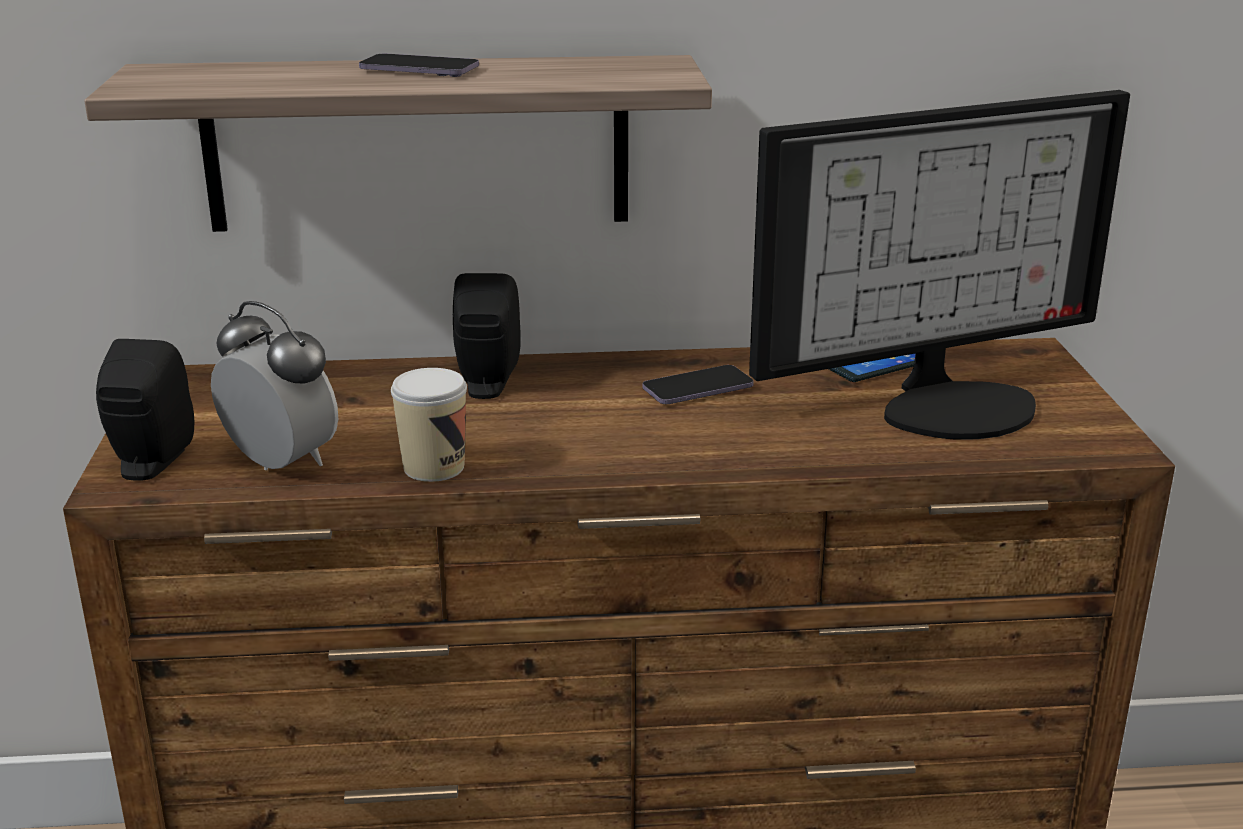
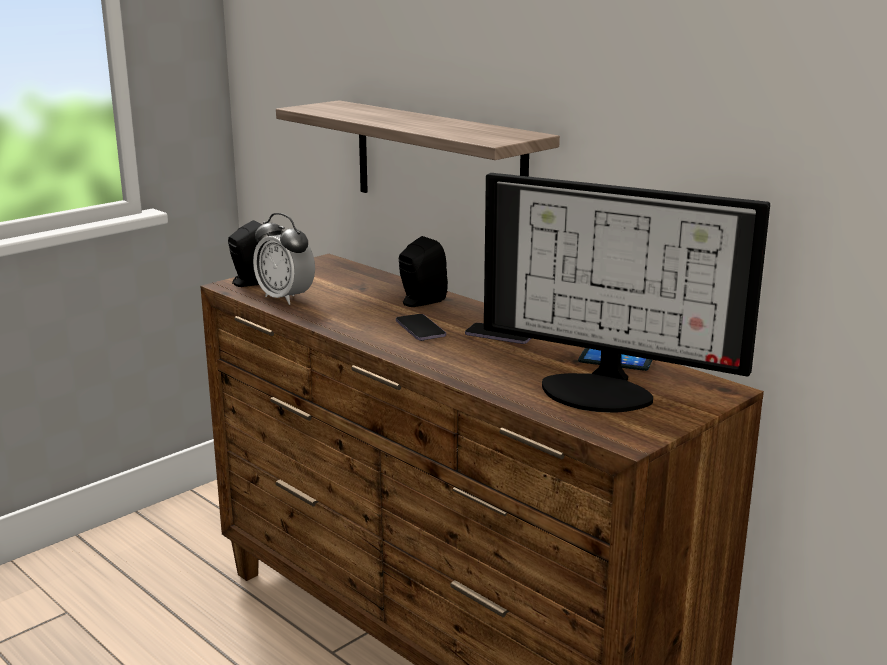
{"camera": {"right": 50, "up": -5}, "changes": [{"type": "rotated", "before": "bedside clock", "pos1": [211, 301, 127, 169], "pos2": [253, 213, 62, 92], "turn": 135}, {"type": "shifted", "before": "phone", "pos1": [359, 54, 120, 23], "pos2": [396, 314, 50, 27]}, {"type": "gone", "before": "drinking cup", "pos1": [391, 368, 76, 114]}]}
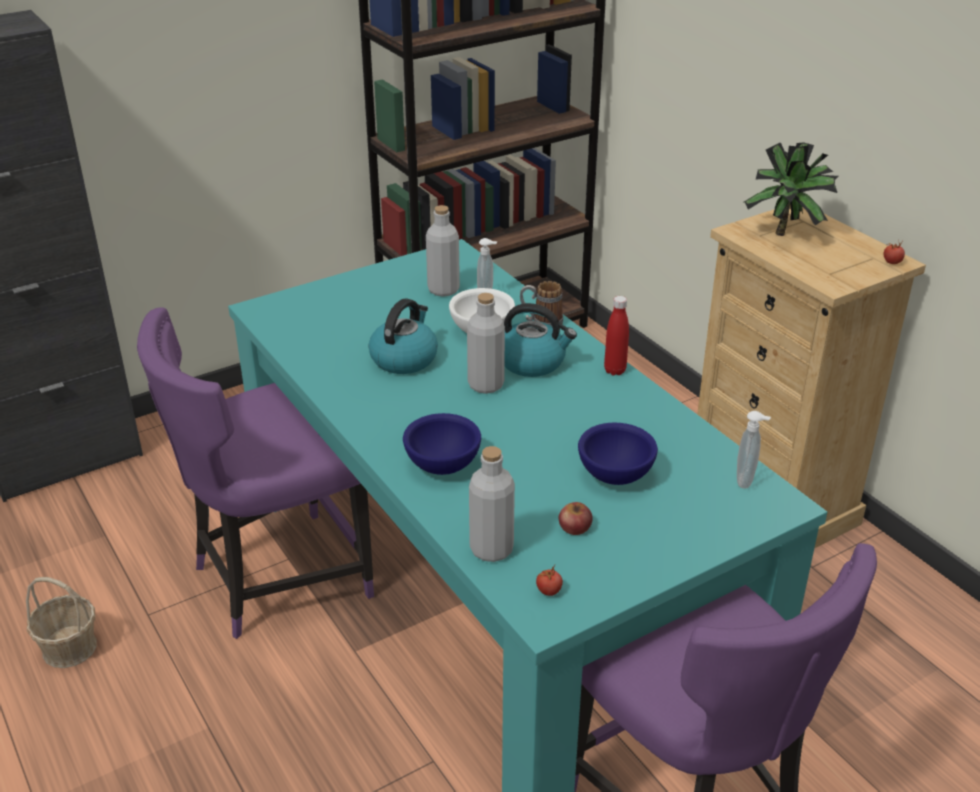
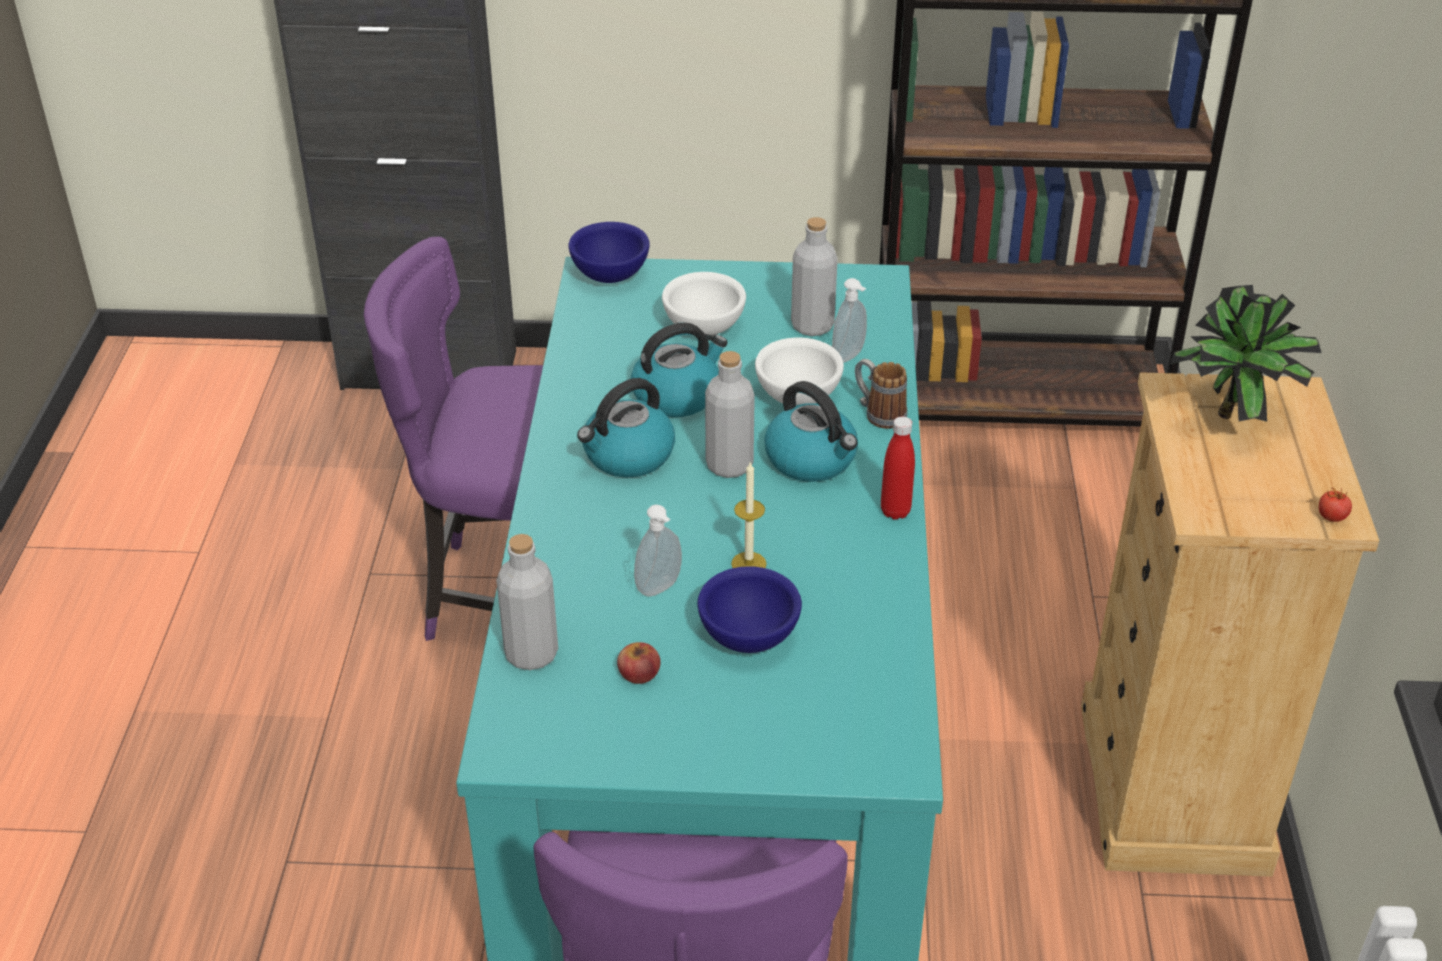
{"camera": {"right": 35, "up": 5}, "changes": [{"type": "shifted", "before": "blue deep dish", "pos1": [403, 413, 78, 62], "pos2": [569, 222, 81, 61]}, {"type": "new", "after": "tea kettle", "pos2": [577, 378, 98, 99]}, {"type": "shifted", "before": "soap bottle", "pos1": [737, 411, 34, 78], "pos2": [634, 505, 48, 92]}, {"type": "new", "after": "white-coloured deep dish", "pos2": [662, 272, 84, 63]}, {"type": "new", "after": "candle", "pos2": [731, 462, 36, 106]}, {"type": "gone", "before": "basket", "pos1": [26, 577, 71, 91]}, {"type": "gone", "before": "tomato", "pos1": [536, 565, 27, 31]}]}
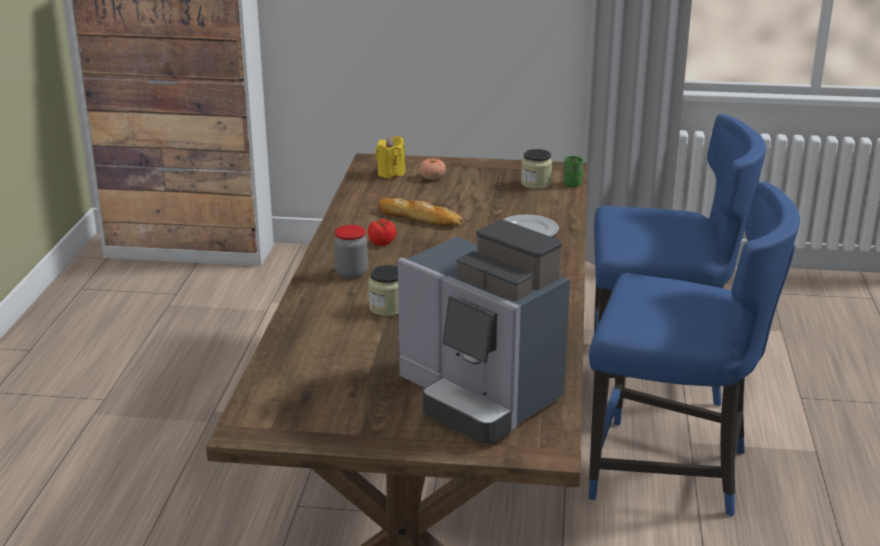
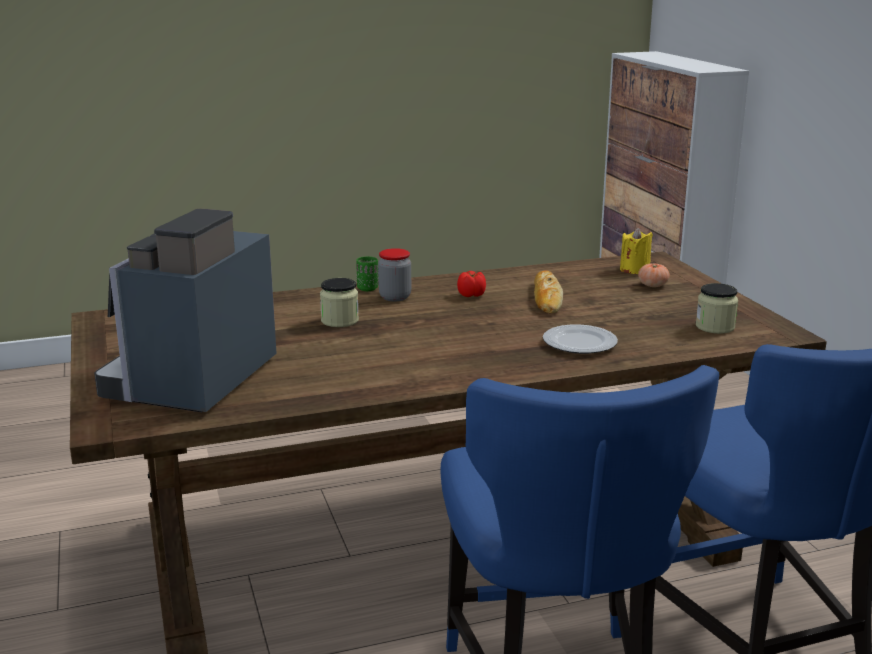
{"camera": {"right": 65, "up": -5}, "changes": [{"type": "shifted", "before": "green drinking cup", "pos1": [563, 156, 20, 31], "pos2": [356, 256, 22, 35]}]}
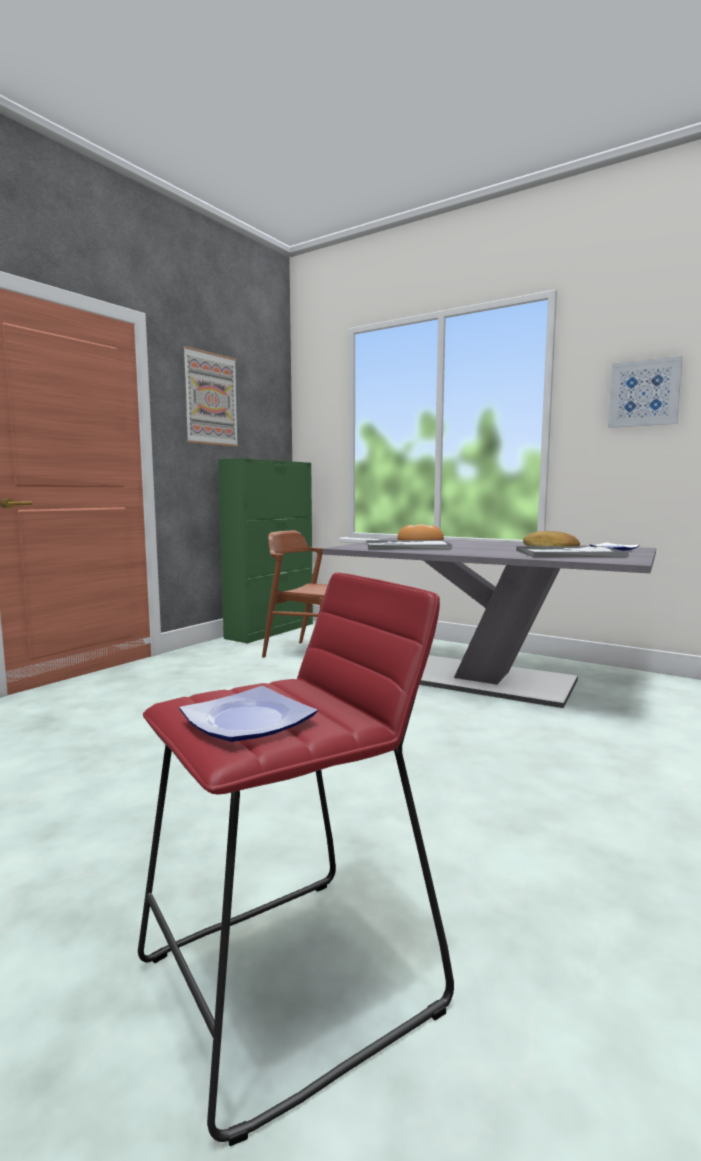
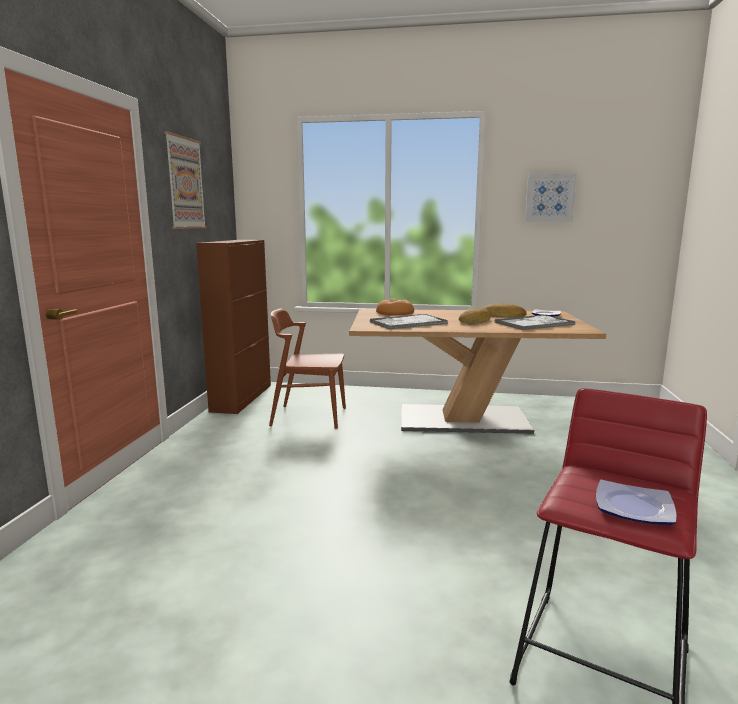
{"camera": {"right": -25, "up": 5}, "changes": [{"type": "repainted", "before": "green cabinet", "after": "brown cabinet", "pos1": [218, 458, 95, 185], "pos2": [196, 240, 75, 174]}, {"type": "repainted", "before": "grey kitchen table", "after": "brown kitchen table", "pos1": [322, 538, 334, 170], "pos2": [349, 309, 257, 125]}, {"type": "new", "after": "bakery bread", "pos2": [459, 307, 31, 17]}]}
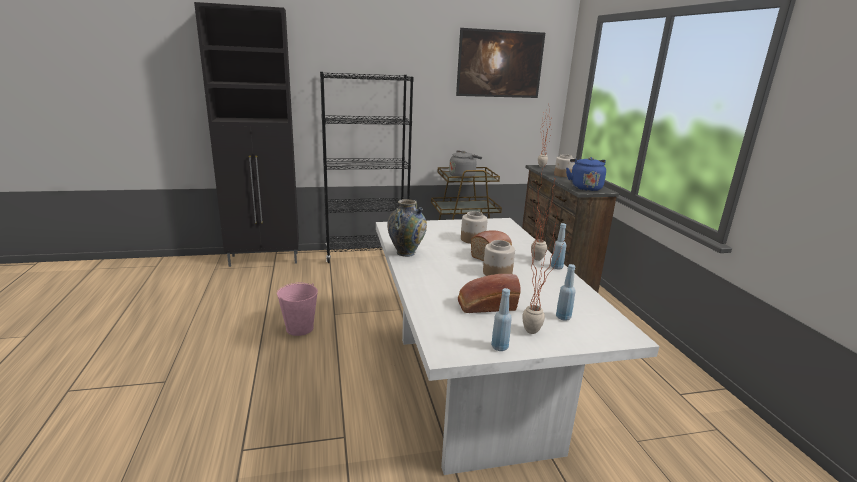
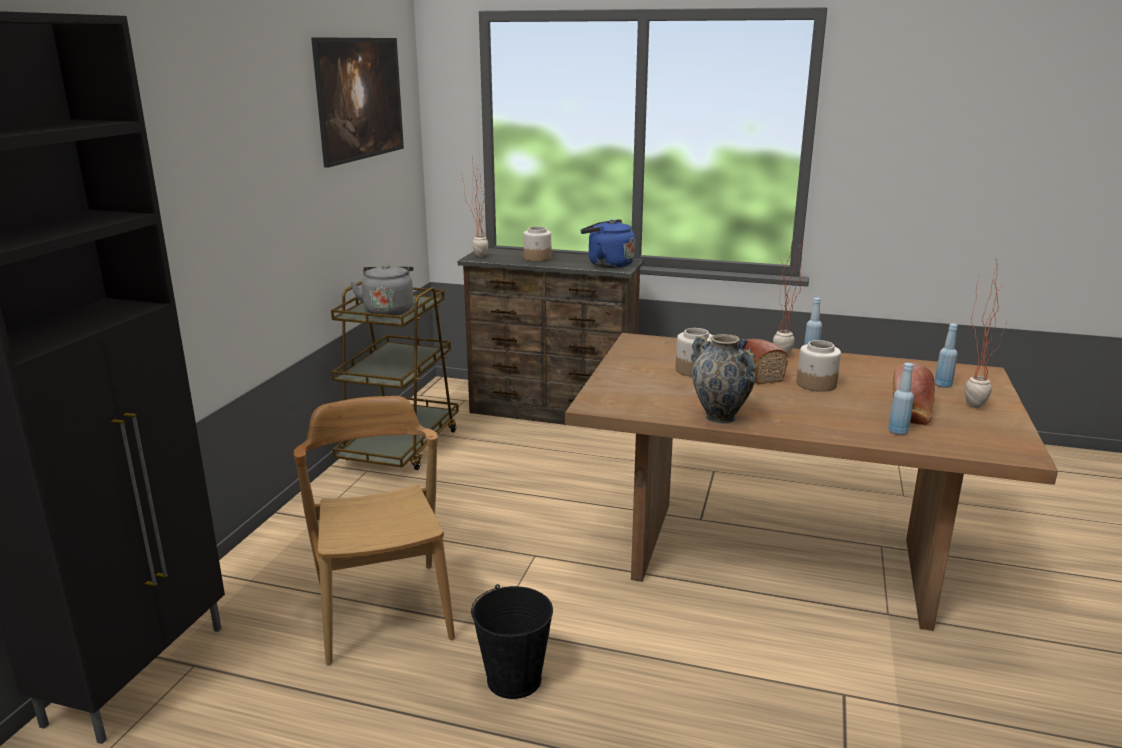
{"camera": {"right": -60, "up": 0}, "changes": [{"type": "new", "after": "brown plain chair", "pos2": [294, 396, 161, 269]}, {"type": "repainted", "before": "pink-coloured bucket", "after": "black bucket", "pos1": [277, 283, 41, 53], "pos2": [471, 584, 82, 115]}, {"type": "repainted", "before": "white-coloured kitchen table", "after": "brown kitchen table", "pos1": [376, 218, 284, 257], "pos2": [565, 333, 493, 298]}, {"type": "shifted", "before": "blue beverage bottle", "pos1": [491, 288, 21, 63], "pos2": [888, 363, 26, 72]}, {"type": "gone", "before": "black bookcase", "pos1": [320, 72, 94, 191]}]}
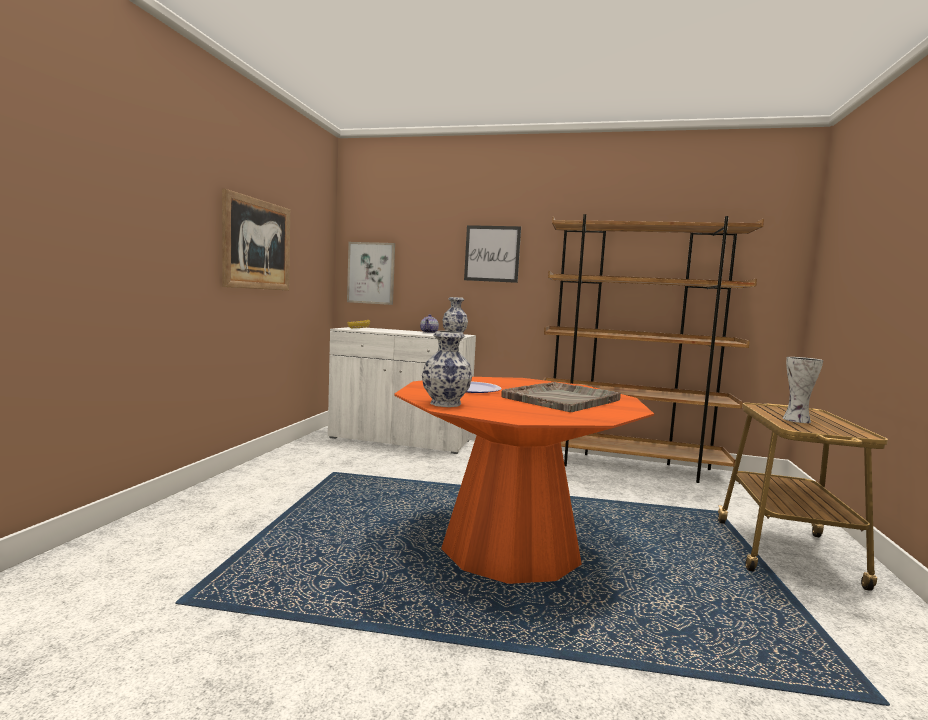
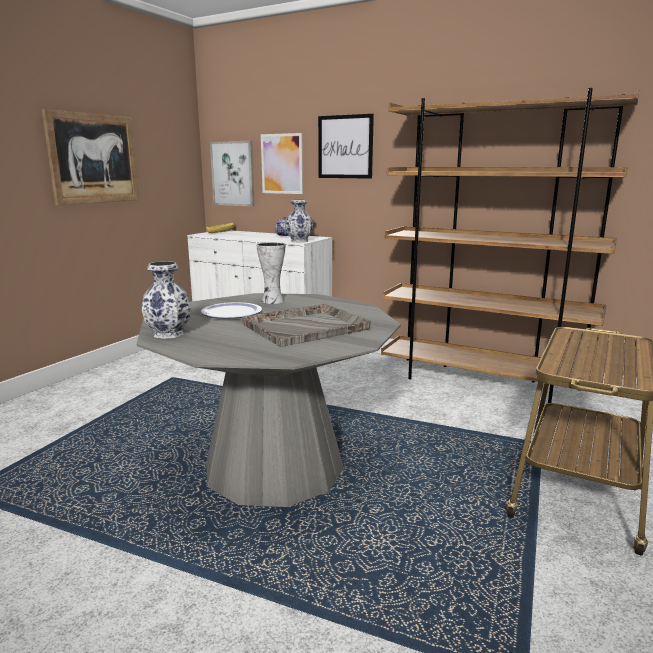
{"camera": {"right": 15, "up": 10}, "changes": [{"type": "repainted", "before": "orange kitchen table", "after": "grey kitchen table", "pos1": [394, 377, 260, 207], "pos2": [137, 293, 264, 214]}, {"type": "shifted", "before": "decorative vase", "pos1": [783, 357, 40, 66], "pos2": [256, 242, 29, 62]}, {"type": "new", "after": "picture", "pos2": [261, 133, 42, 61]}]}
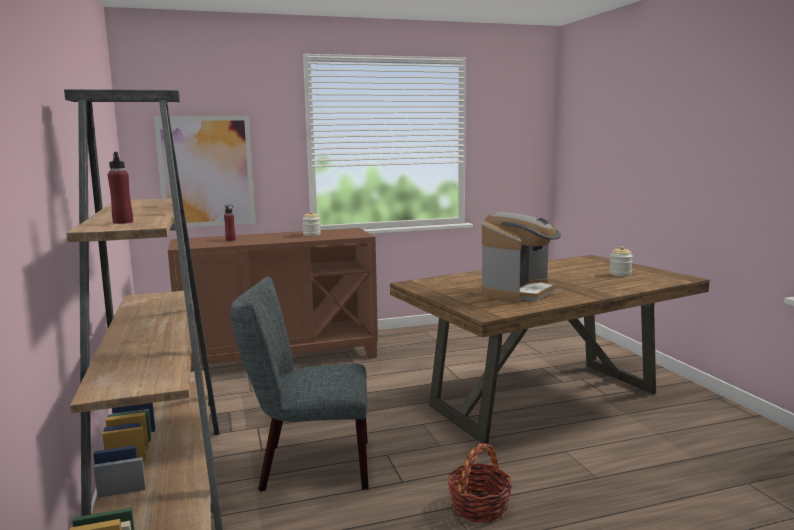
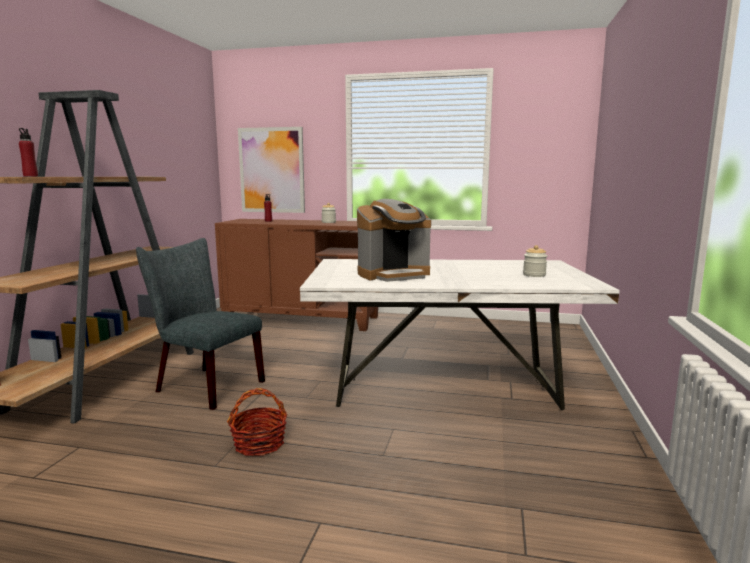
{"camera": {"right": 30, "up": 0}, "changes": [{"type": "repainted", "before": "brown kitchen table", "after": "white-coloured kitchen table", "pos1": [390, 255, 320, 190], "pos2": [300, 259, 320, 151]}]}
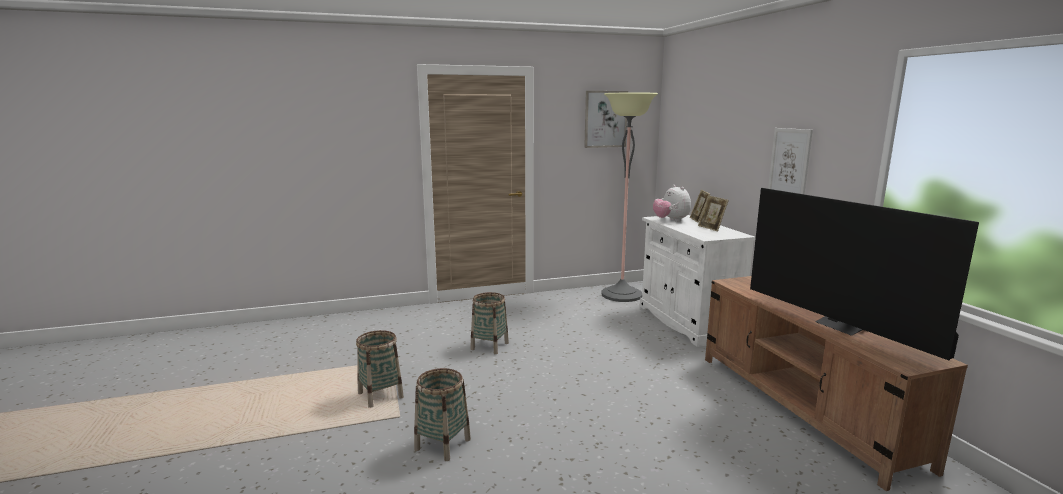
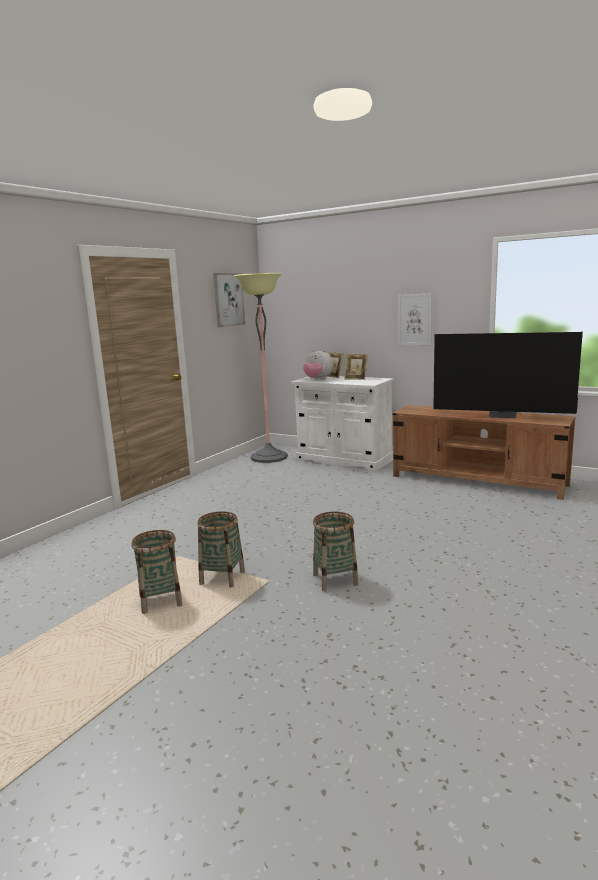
{"camera": {"right": -40, "up": 0}, "changes": [{"type": "shifted", "before": "basket", "pos1": [470, 292, 39, 62], "pos2": [131, 530, 52, 84]}]}
